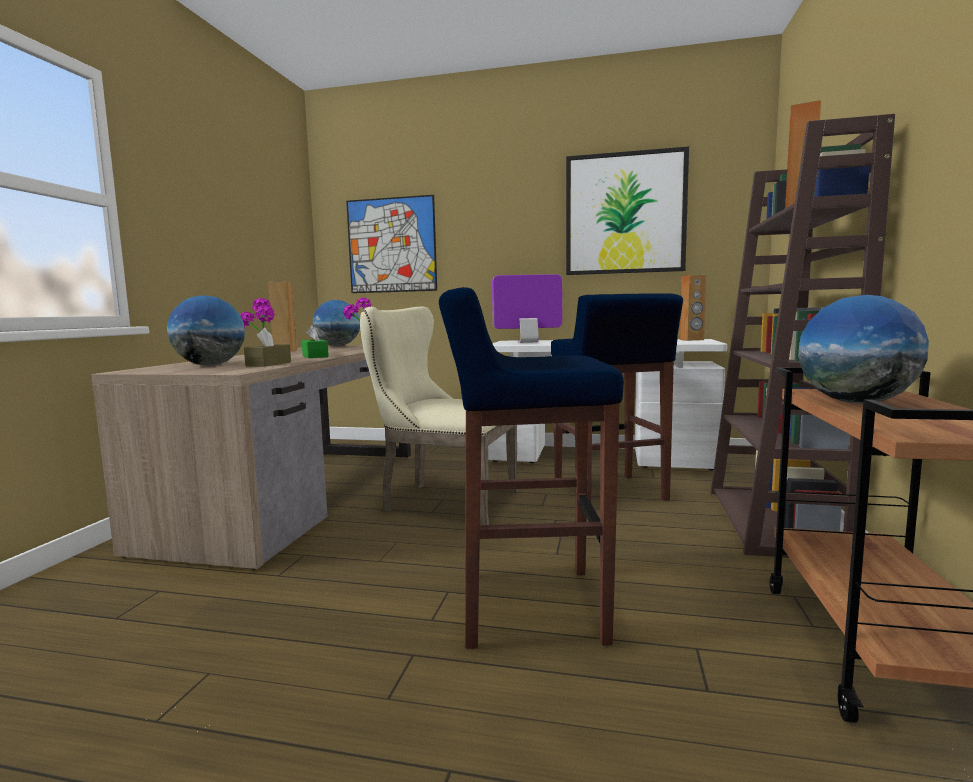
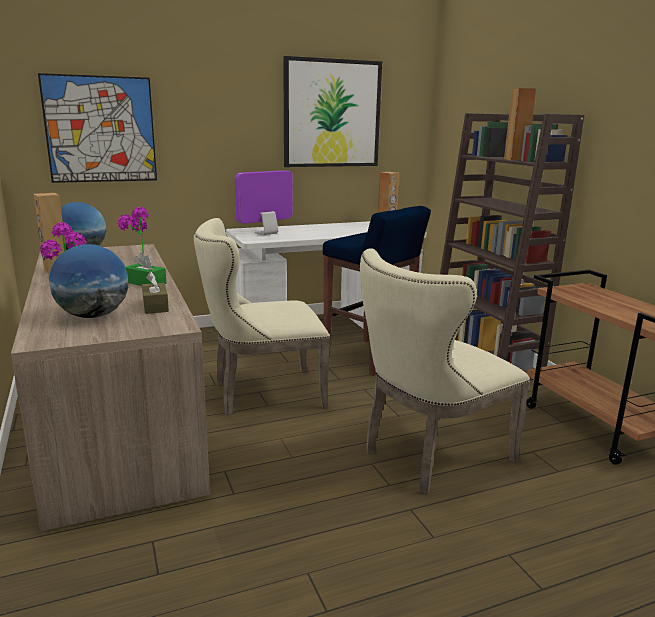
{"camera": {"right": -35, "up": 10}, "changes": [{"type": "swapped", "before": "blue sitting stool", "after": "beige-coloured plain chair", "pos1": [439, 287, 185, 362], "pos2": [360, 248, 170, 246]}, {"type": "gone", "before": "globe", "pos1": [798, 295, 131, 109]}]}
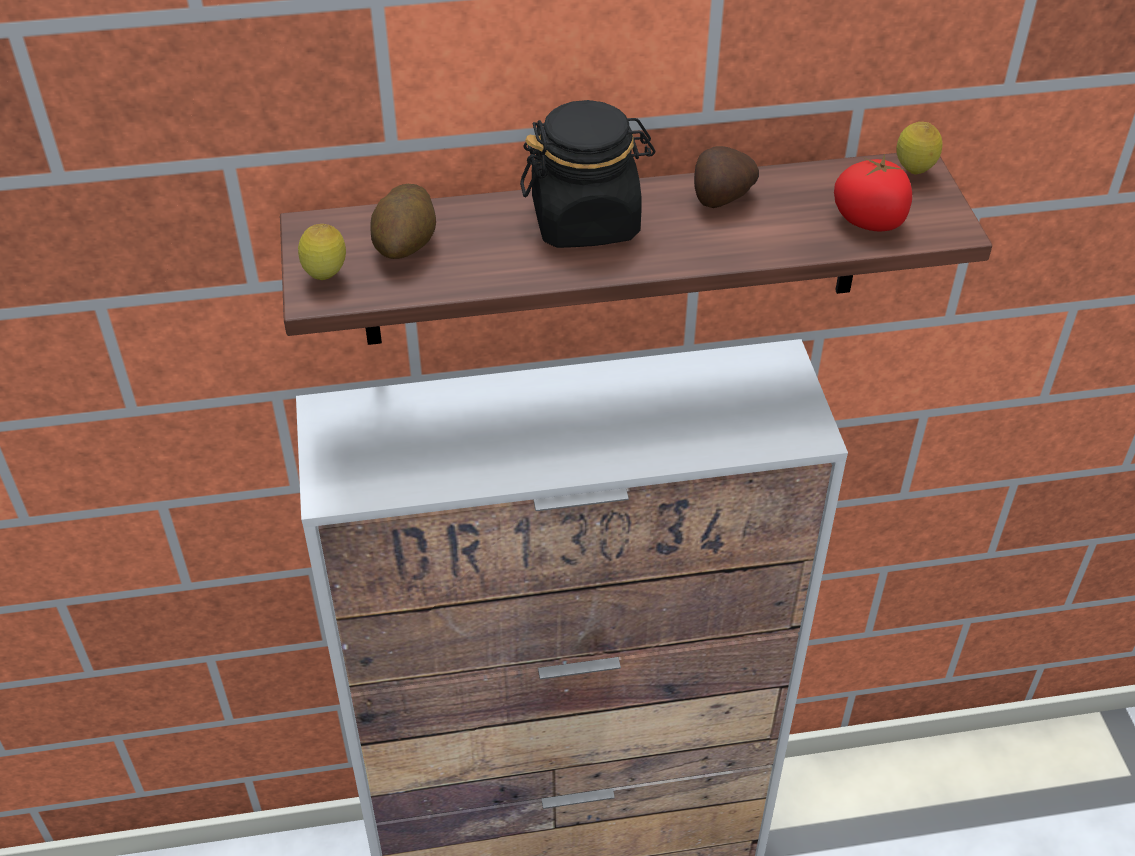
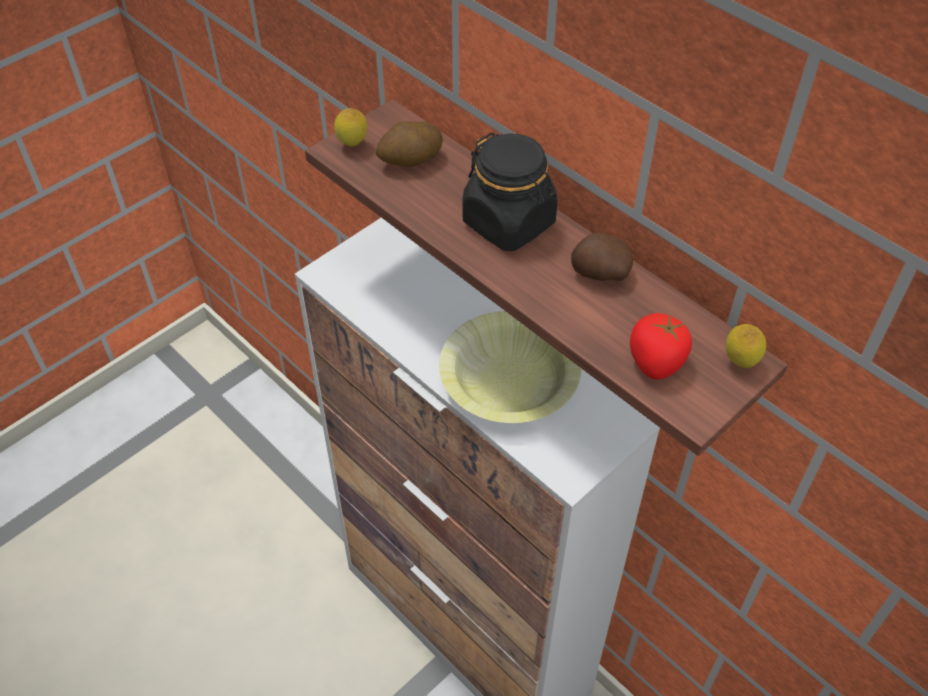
{"camera": {"right": 55, "up": 5}, "changes": [{"type": "new", "after": "yellow deep dish", "pos2": [439, 311, 142, 112]}]}
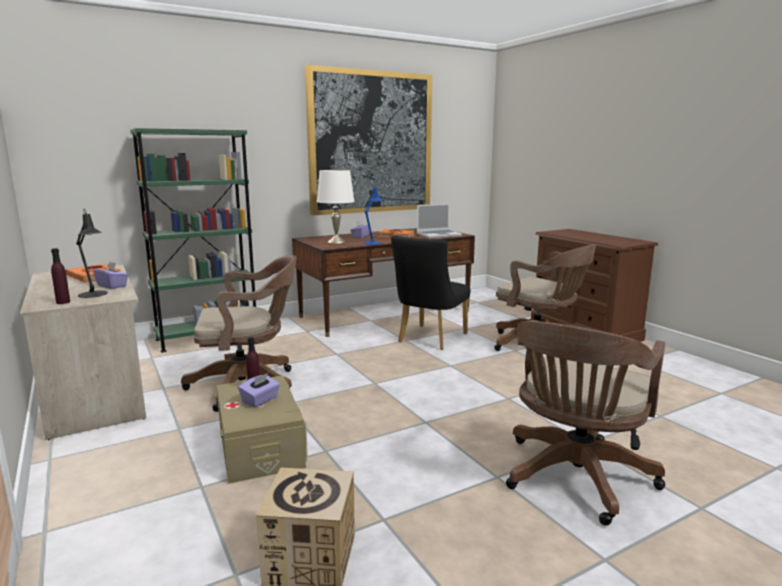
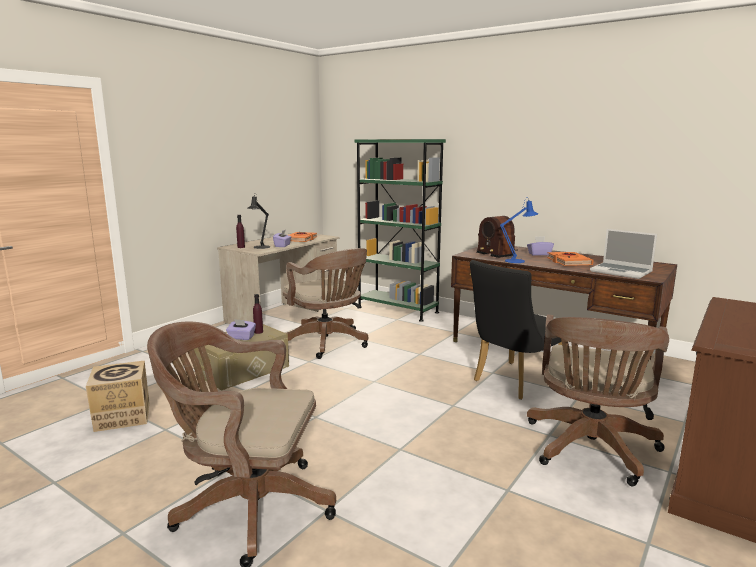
{"camera": {"right": 65, "up": 0}, "changes": [{"type": "rotated", "before": "black plain chair", "pos1": [391, 236, 80, 114], "pos2": [470, 260, 92, 140], "turn": -45}, {"type": "swapped", "before": "white-coloured lamp for a table", "after": "radio", "pos1": [317, 170, 38, 74], "pos2": [476, 216, 42, 42]}, {"type": "gone", "before": "picture", "pos1": [305, 65, 127, 150]}]}
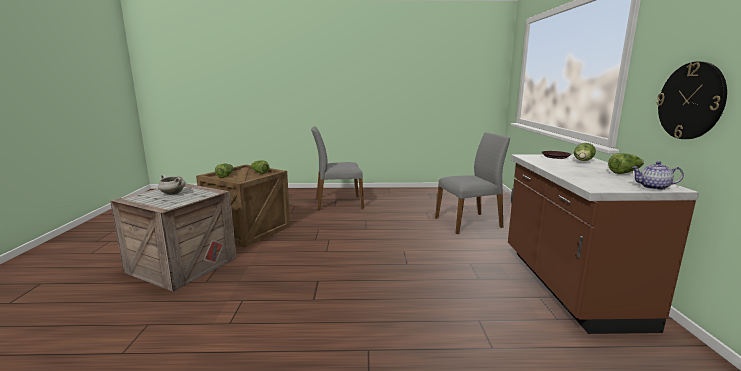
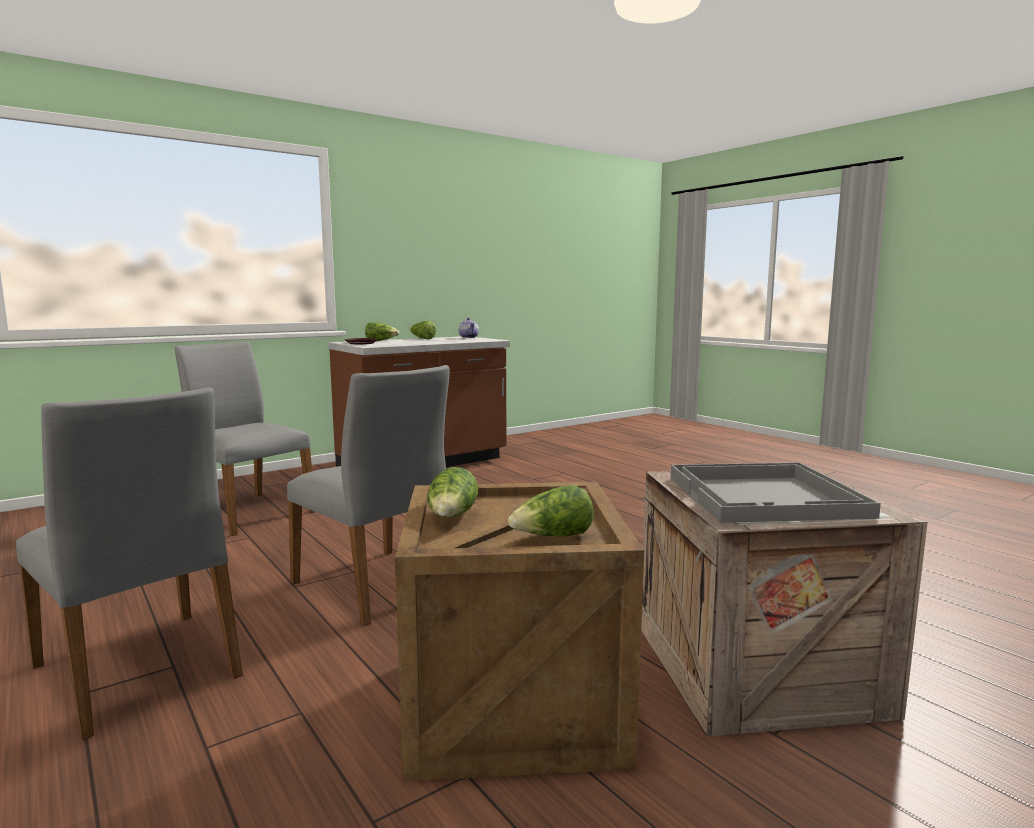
{"camera": {"right": -125, "up": -5}, "changes": [{"type": "new", "after": "grey plain chair", "pos2": [287, 365, 163, 261]}, {"type": "swapped", "before": "white-coloured cooking pot", "after": "grey carrying tray", "pos1": [158, 174, 28, 21], "pos2": [671, 462, 210, 61]}, {"type": "gone", "before": "hanging clock", "pos1": [657, 62, 70, 77]}]}
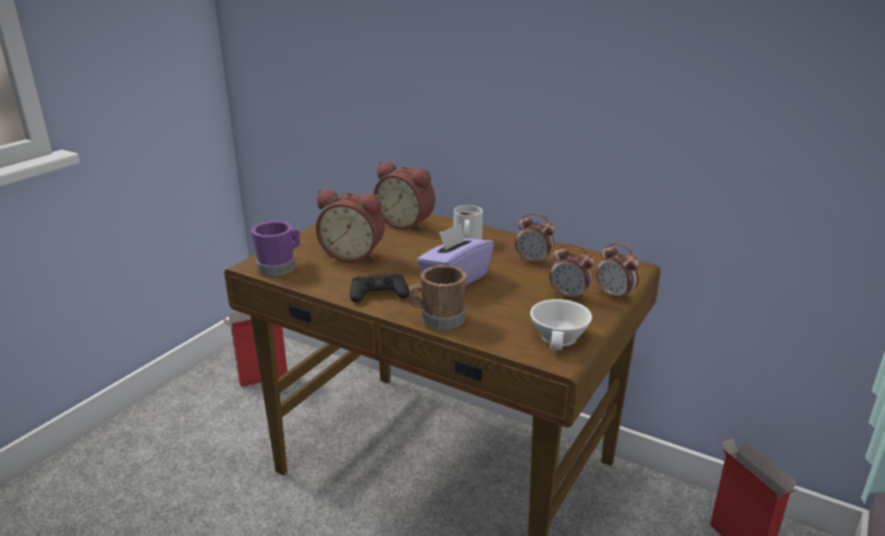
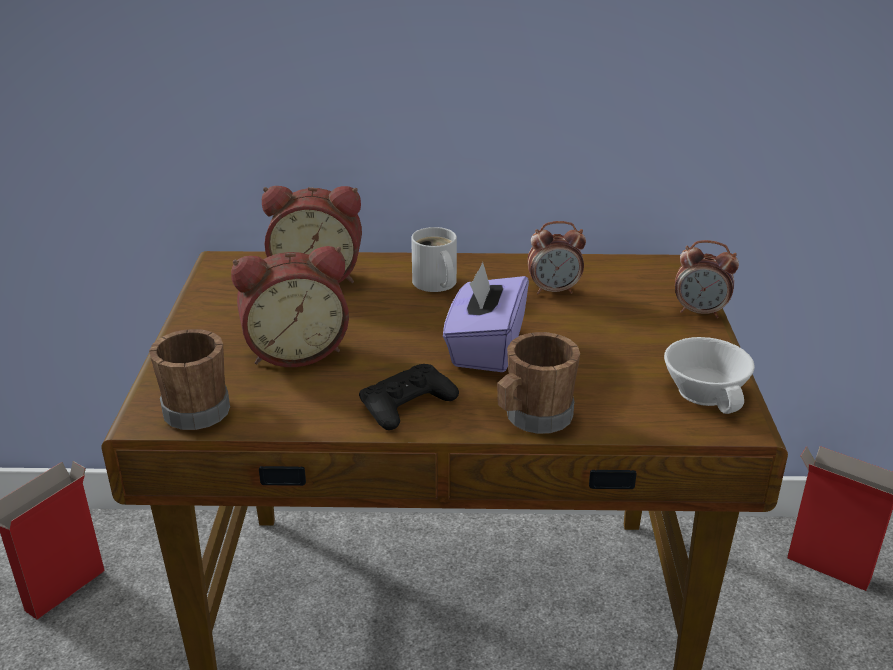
{"camera": {"right": -30, "up": 5}, "changes": [{"type": "repainted", "before": "purple-coloured tea mug", "after": "brown tea mug", "pos1": [251, 221, 49, 55], "pos2": [149, 329, 81, 101]}, {"type": "gone", "before": "bedside clock", "pos1": [549, 244, 45, 57]}]}
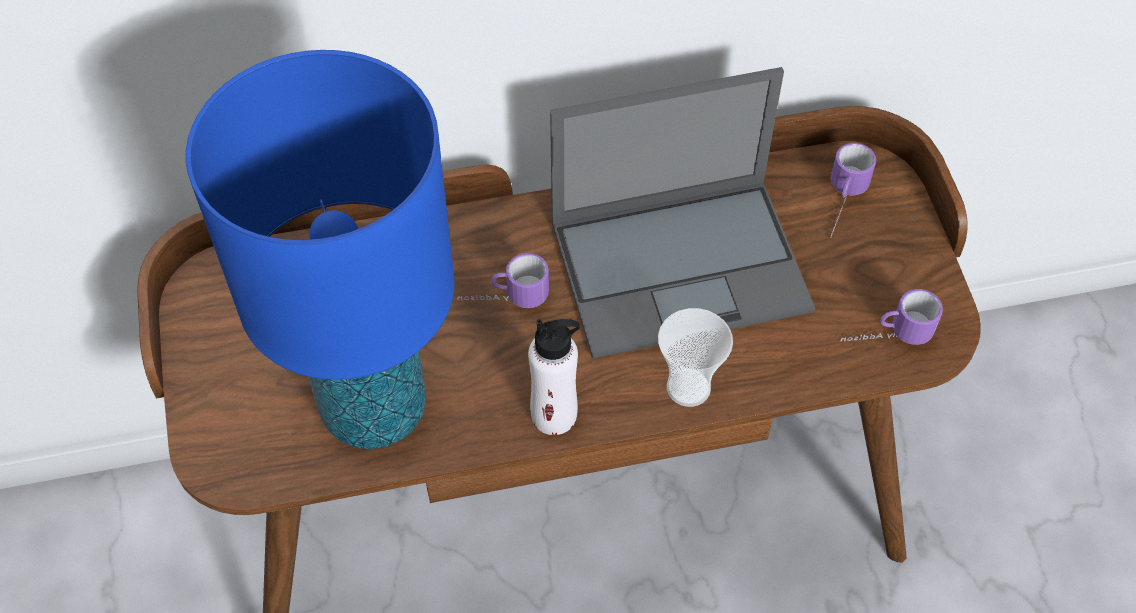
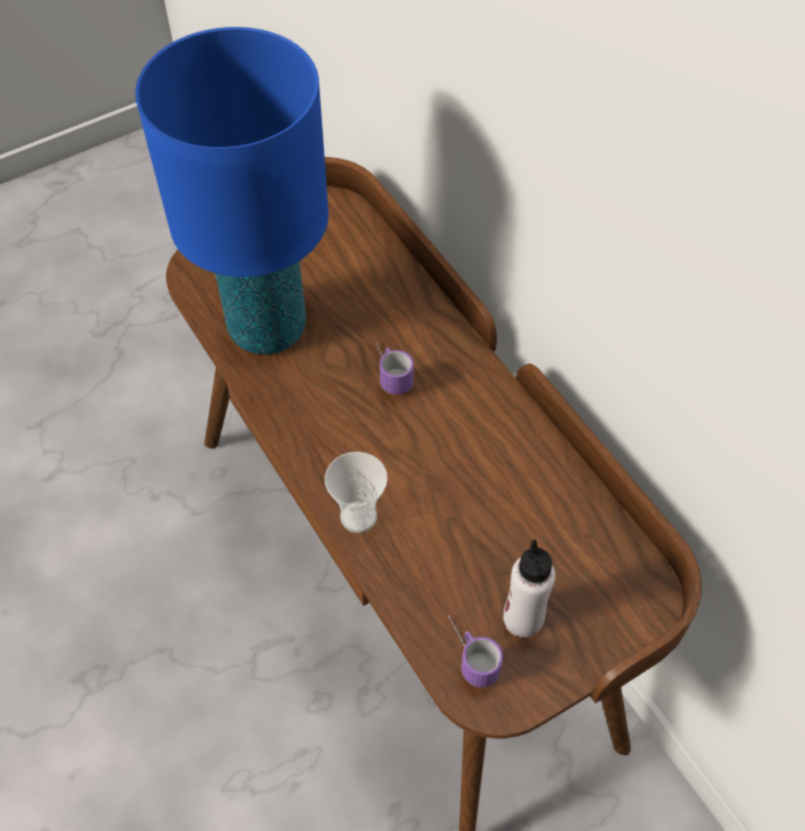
{"camera": {"right": 70, "up": 0}, "changes": [{"type": "shifted", "before": "white-coloured beverage bottle", "pos1": [528, 319, 52, 116], "pos2": [503, 539, 52, 99]}, {"type": "gone", "before": "notebook computer", "pos1": [550, 67, 265, 292]}, {"type": "gone", "before": "tea mug", "pos1": [831, 143, 45, 94]}]}
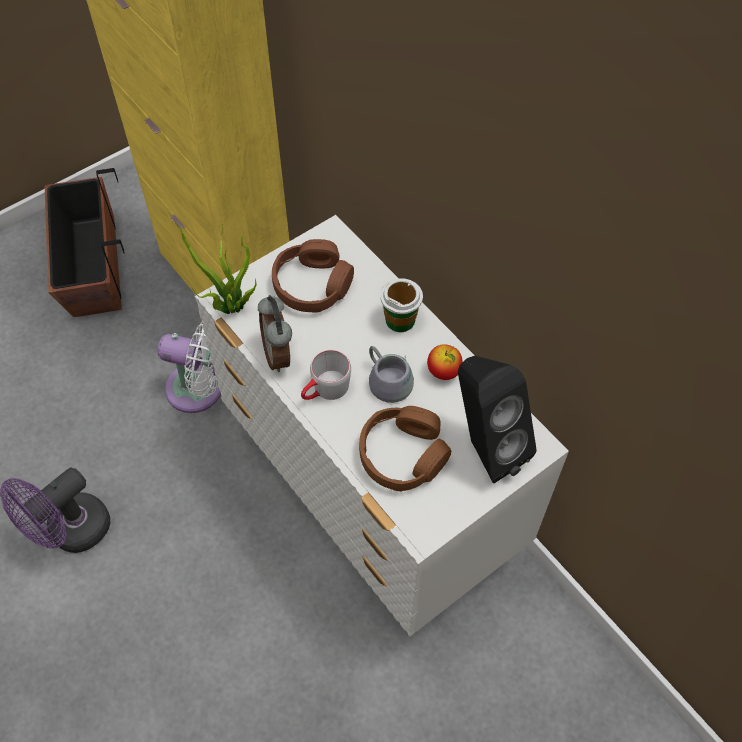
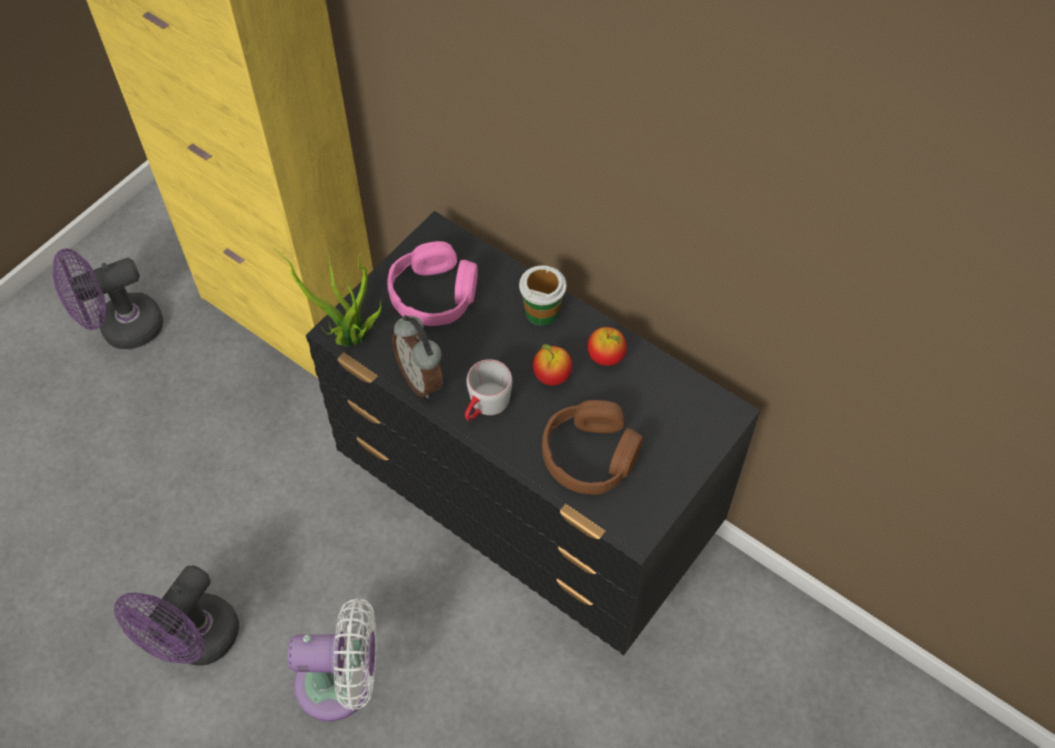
{"camera": {"right": -15, "up": 0}, "changes": [{"type": "swapped", "before": "plant pot", "after": "purple-coloured fan", "pos1": [45, 168, 80, 149], "pos2": [52, 248, 111, 101]}, {"type": "shifted", "before": "white-coloured fan", "pos1": [157, 322, 64, 91], "pos2": [287, 598, 90, 124]}, {"type": "repainted", "before": "white-coloured drawer chest", "after": "black drawer chest", "pos1": [195, 215, 374, 422], "pos2": [306, 211, 454, 445]}, {"type": "repainted", "before": "brown pair of headphones", "after": "pink-coloured pair of headphones", "pos1": [272, 239, 82, 74], "pos2": [388, 241, 90, 85]}, {"type": "swapped", "before": "grey tea mug", "after": "whole apple", "pos1": [369, 346, 45, 57], "pos2": [533, 344, 39, 42]}, {"type": "gone", "before": "black loudspeaker", "pos1": [458, 356, 79, 127]}]}
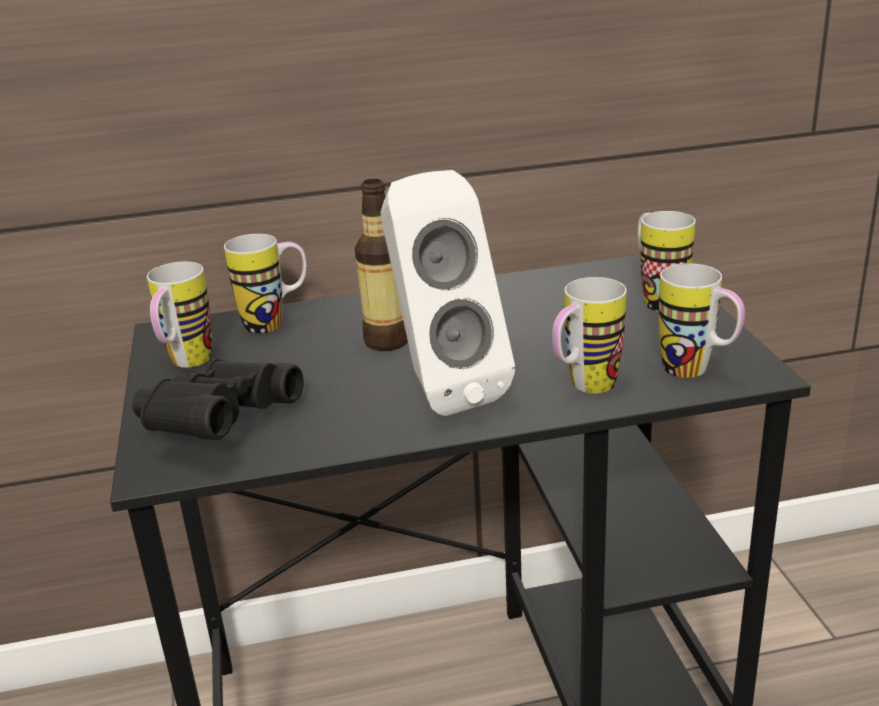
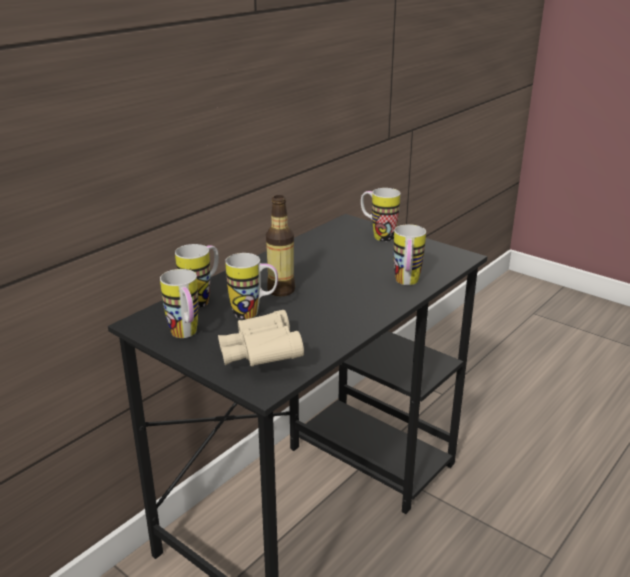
{"camera": {"right": -40, "up": 0}, "changes": [{"type": "repainted", "before": "black pair of binoculars", "after": "beige-coloured pair of binoculars", "pos1": [132, 359, 172, 81], "pos2": [218, 310, 86, 57]}, {"type": "shifted", "before": "tea mug", "pos1": [659, 263, 86, 115], "pos2": [225, 253, 53, 66]}, {"type": "gone", "before": "white-coloured loudspeaker", "pos1": [380, 170, 135, 246]}]}
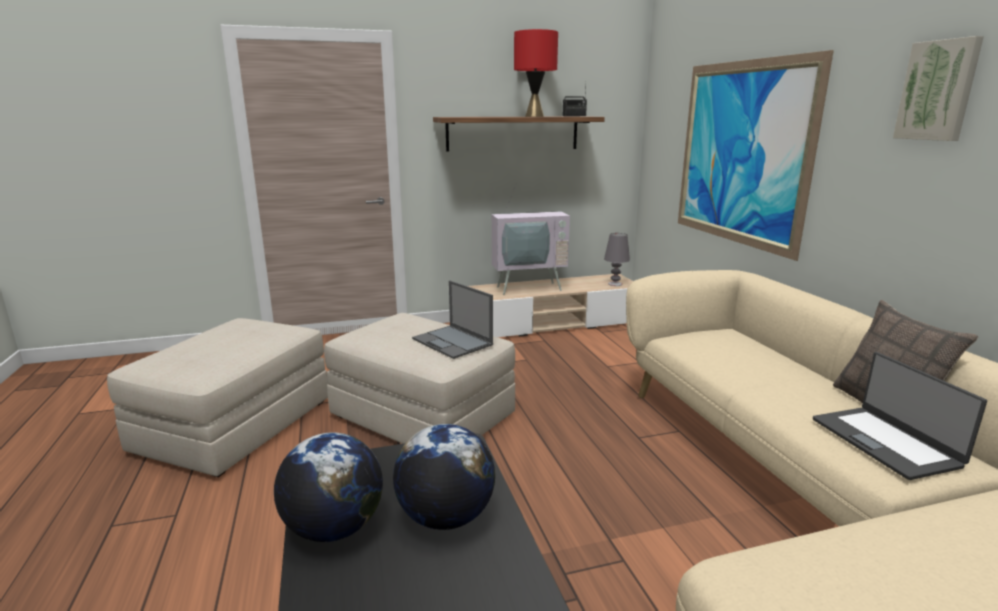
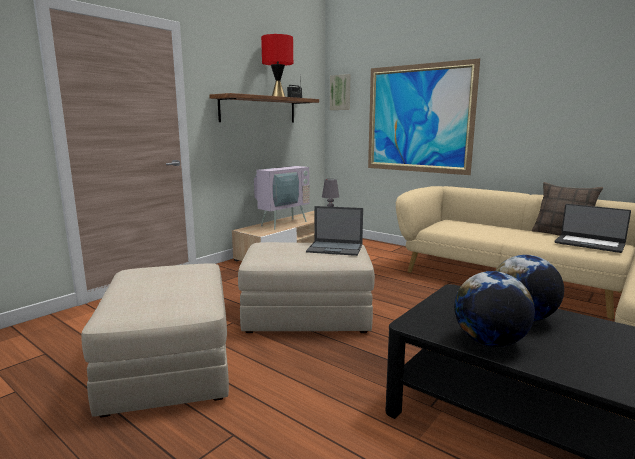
{"camera": {"right": -35, "up": -5}, "changes": [{"type": "shifted", "before": "picture", "pos1": [893, 36, 91, 105], "pos2": [330, 74, 20, 36]}]}
